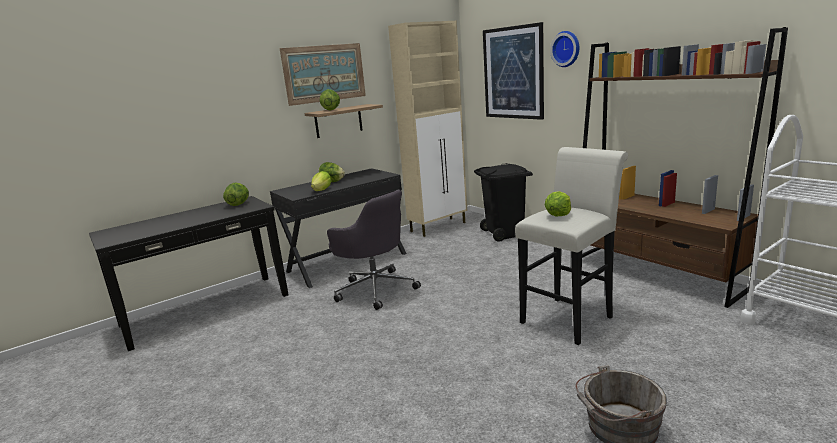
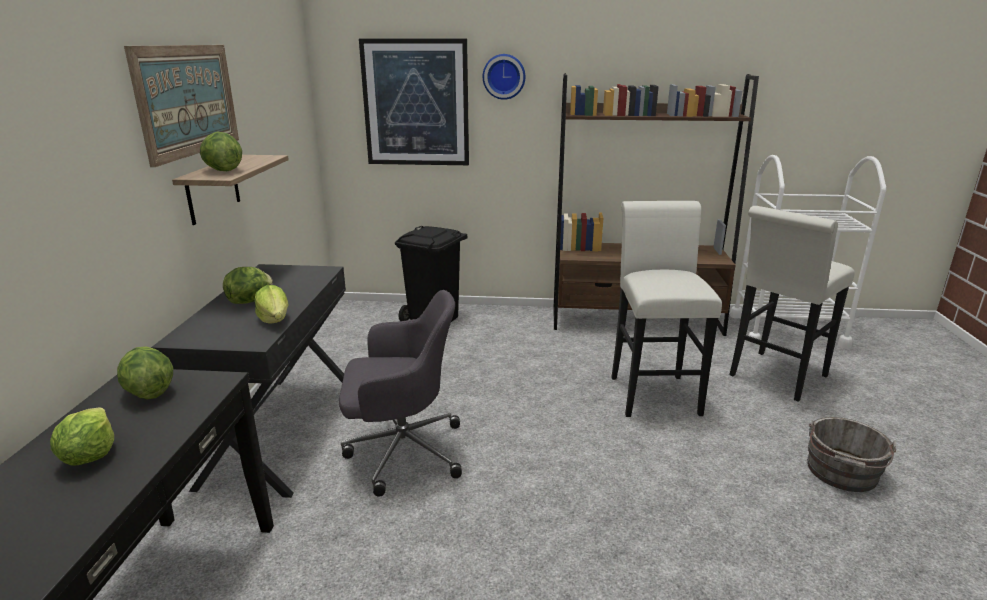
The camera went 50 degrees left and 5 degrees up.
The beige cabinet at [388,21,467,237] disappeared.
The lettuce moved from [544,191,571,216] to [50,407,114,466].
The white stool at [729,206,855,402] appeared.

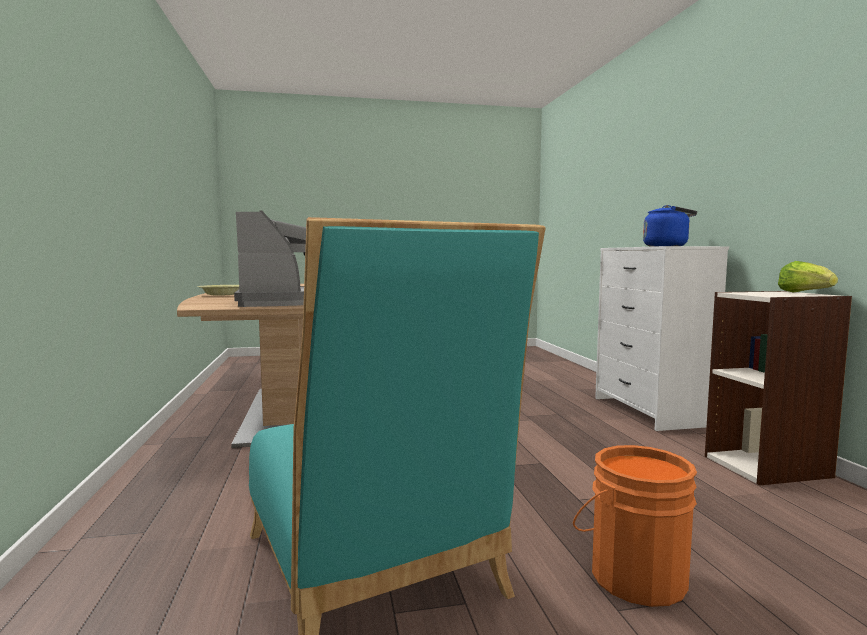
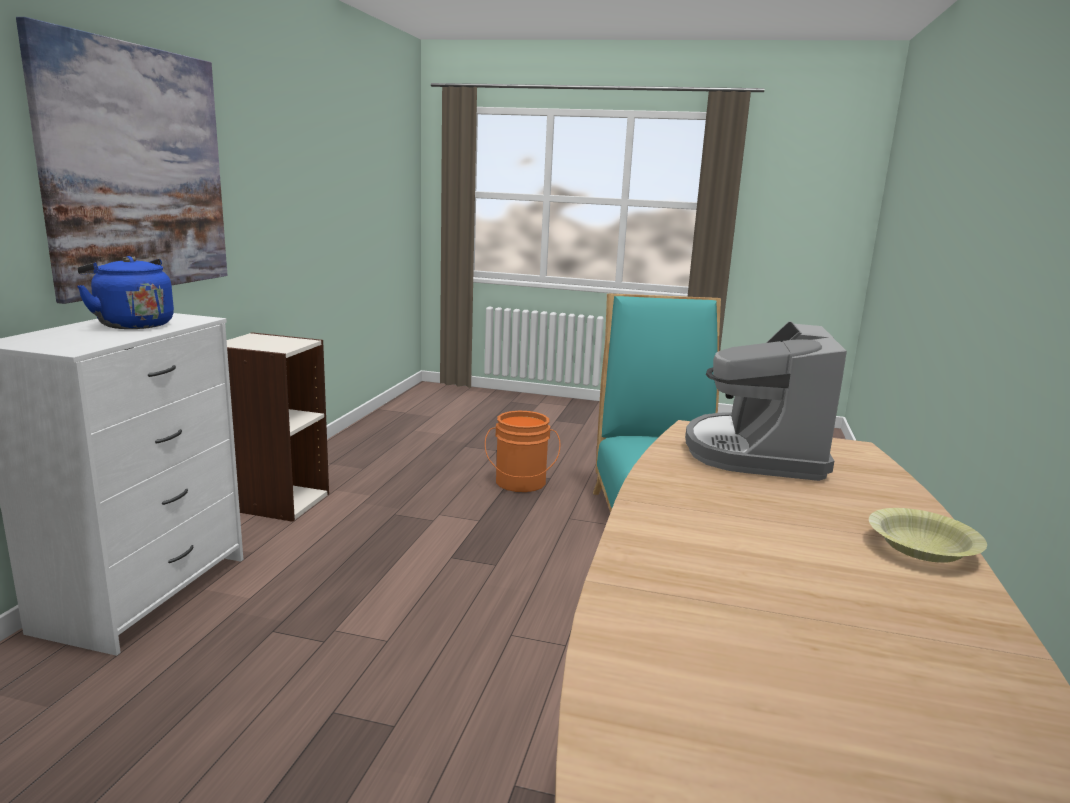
The camera went 155 degrees left and 10 degrees up.
The lettuce at [778,261,838,293] disappeared.
The picture at [16,17,227,304] appeared.

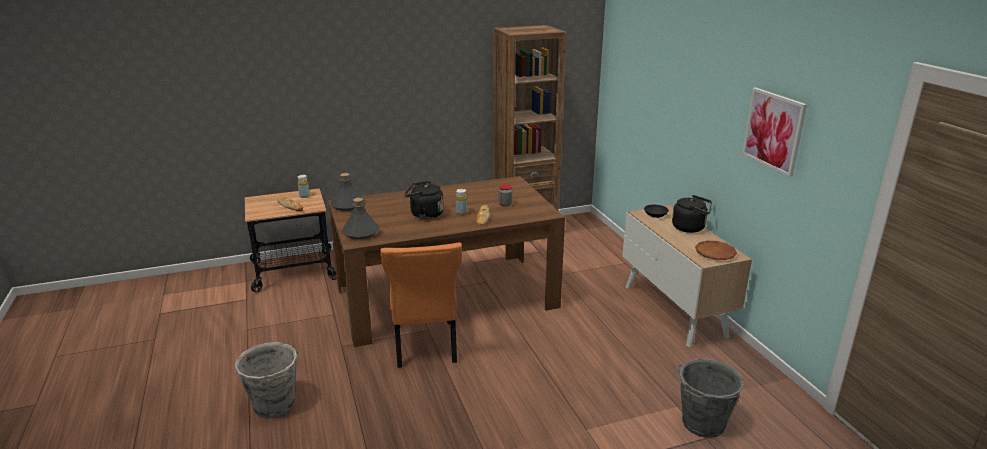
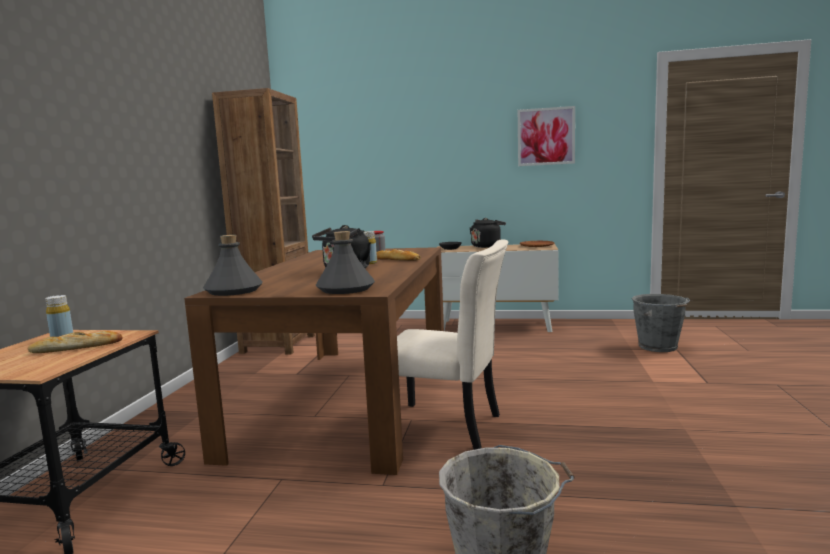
The camera went 60 degrees left and 15 degrees down.
The orange chair at [380,243,462,368] became the beige chair at [397,239,508,450].

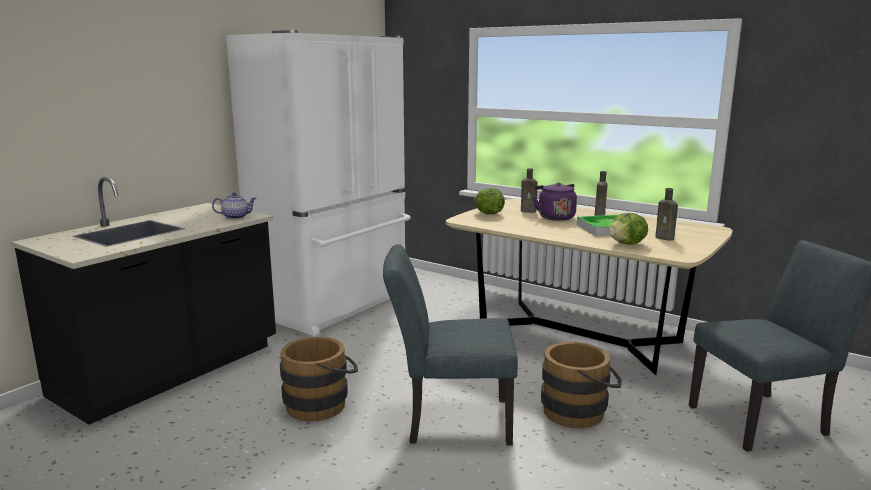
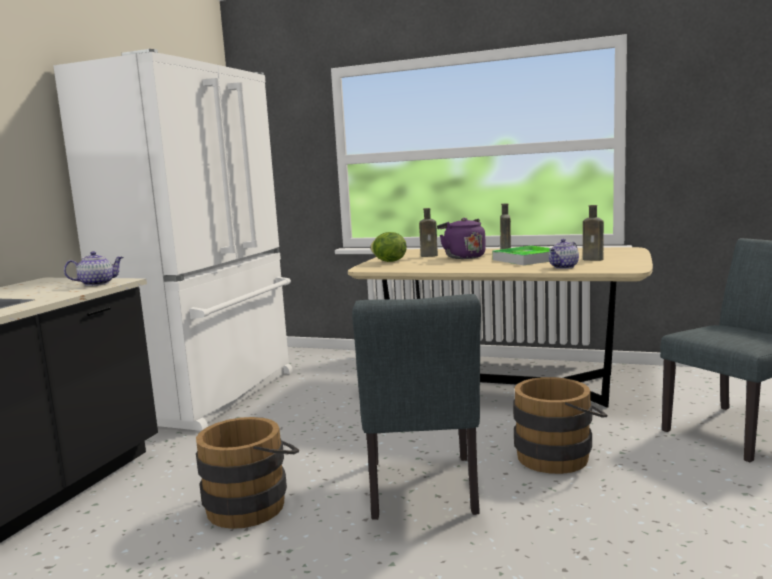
The camera went 15 degrees left and 5 degrees down.
The lettuce at [608,213,648,245] was replaced by the teapot at [549,239,579,269].
The grey chair at [383,244,518,446] turned 75 degrees counterclockwise.

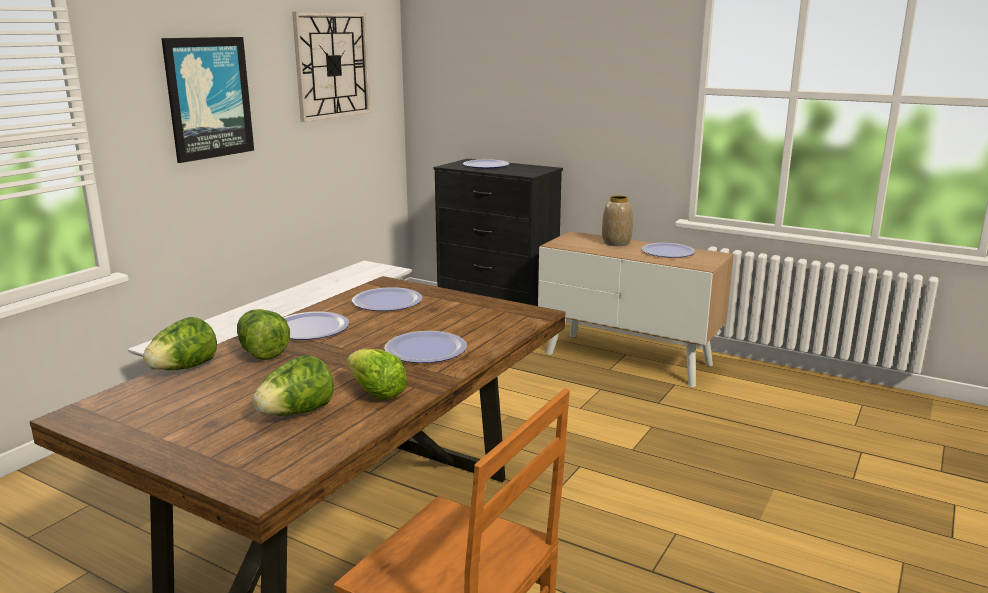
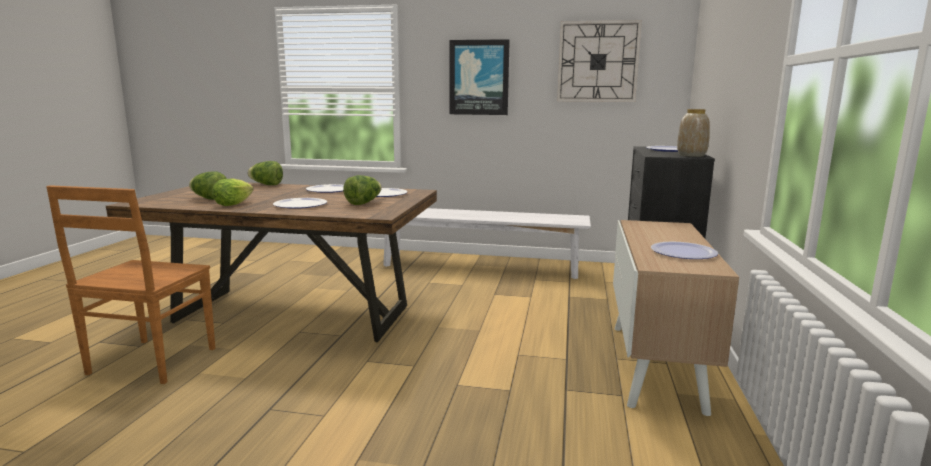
The camera went 70 degrees right and 5 degrees down.
The vase moved from [602,195,633,246] to [677,109,710,157].
The lettuce moved from [237,309,290,360] to [343,175,382,205].

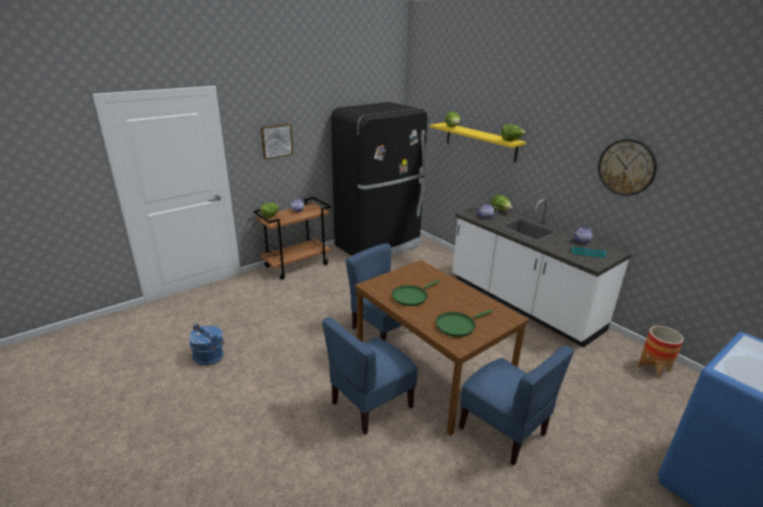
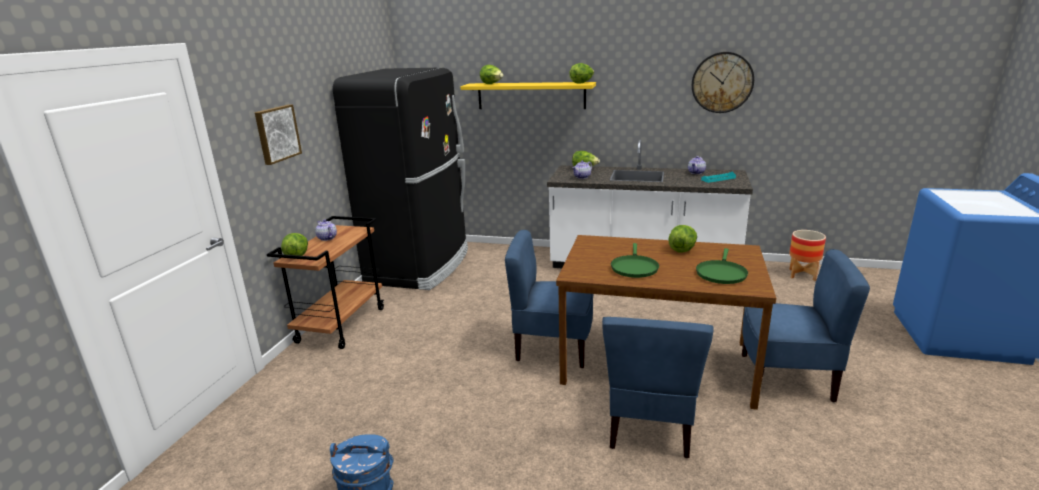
The camera went 35 degrees left and 5 degrees down.
The lettuce at [668,225,697,252] appeared.

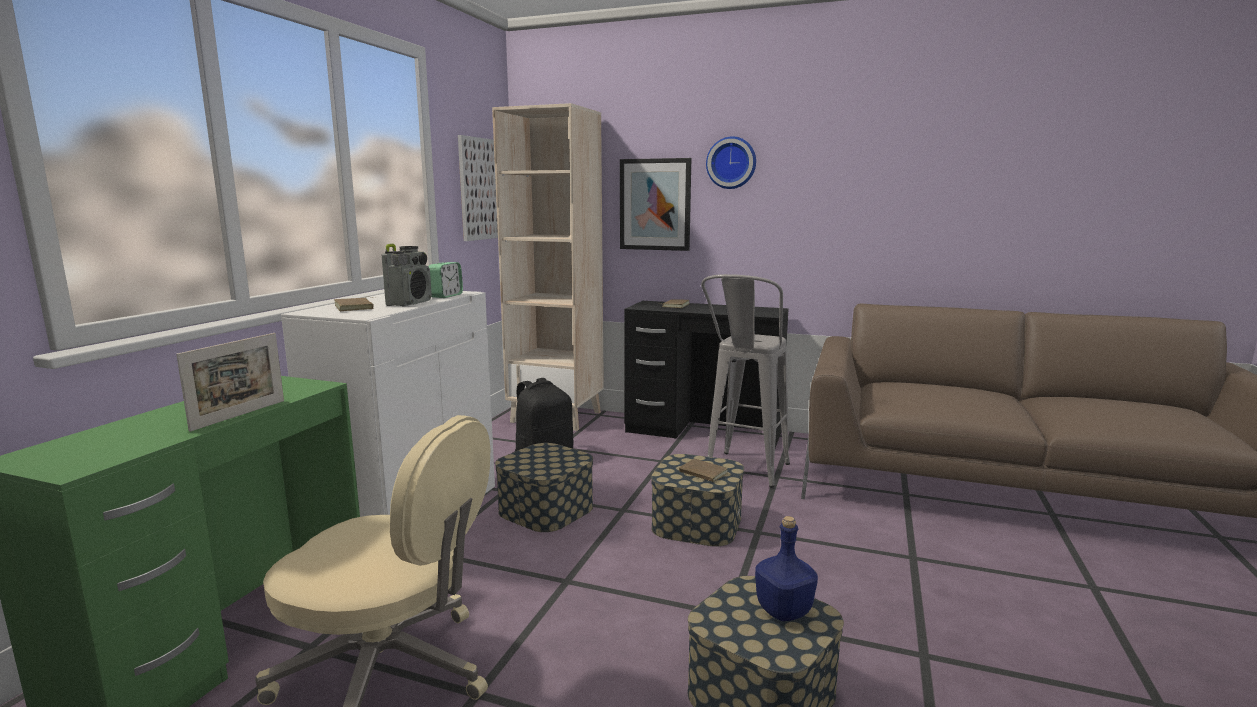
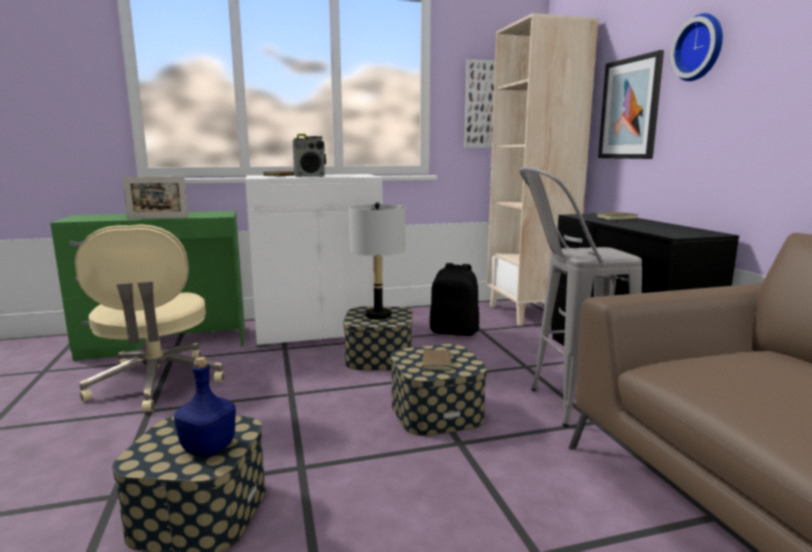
The camera went 55 degrees right and 0 degrees up.
The alarm clock at [428,262,463,298] disappeared.
The grey table lamp at [349,202,405,320] appeared.

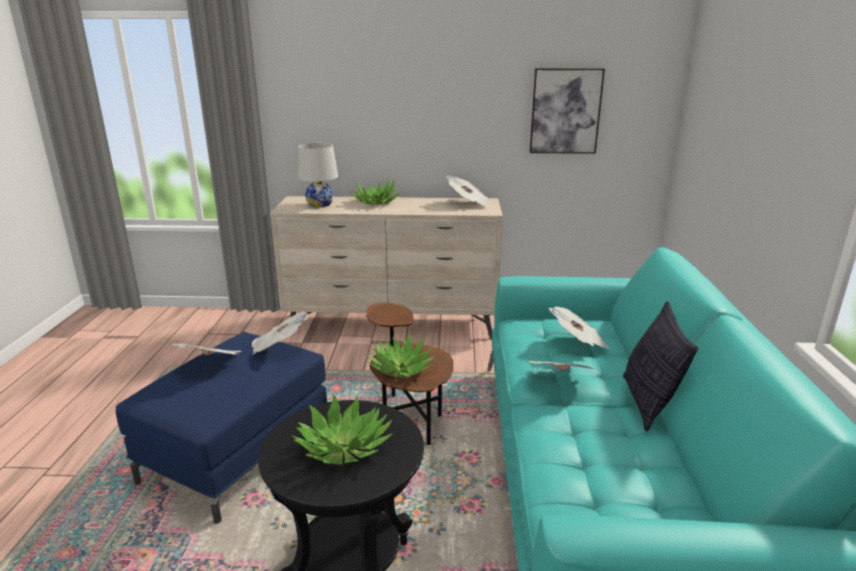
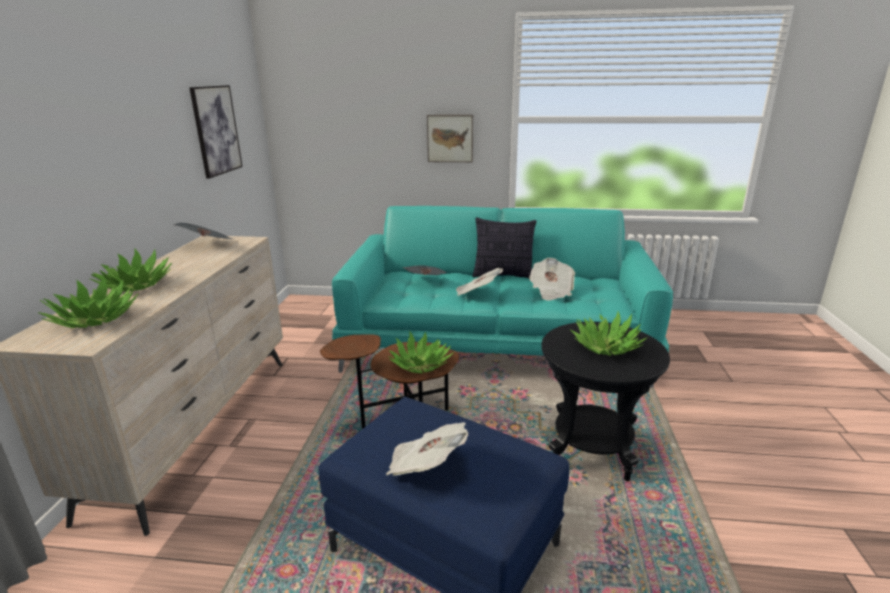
The camera went 85 degrees left and 0 degrees up.
The white table lamp at [298,143,338,207] was replaced by the potted plant at [38,275,138,328].
The newspaper moved from [252,311,308,354] to [529,258,575,300].
The picture at [427,115,473,162] appeared.

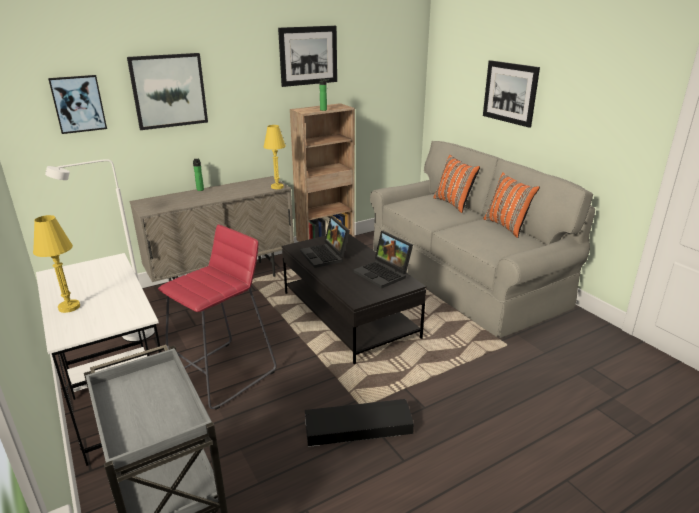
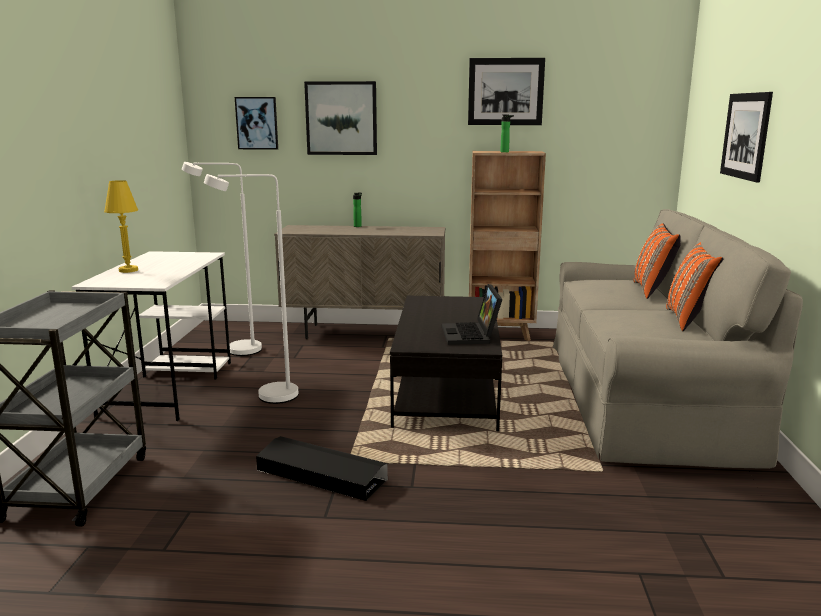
The camera went 35 degrees right and 10 degrees down.
The yellow table lamp at [263,125,286,189] disappeared.
The laptop at [300,216,350,268] disappeared.
The red stool at [158,224,277,410] was replaced by the white floor lamp at [204,174,298,404].

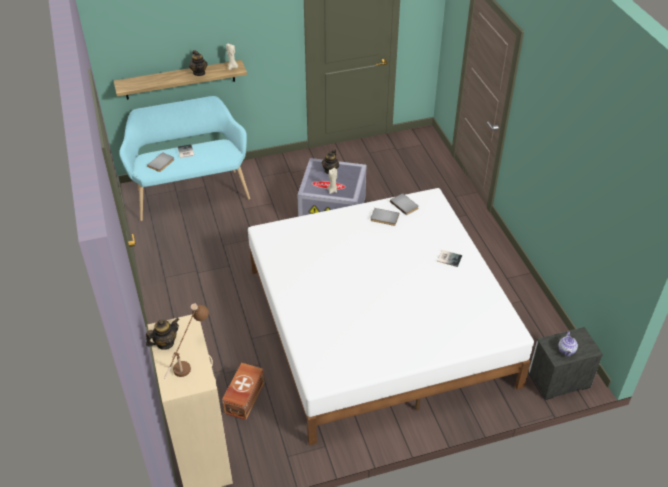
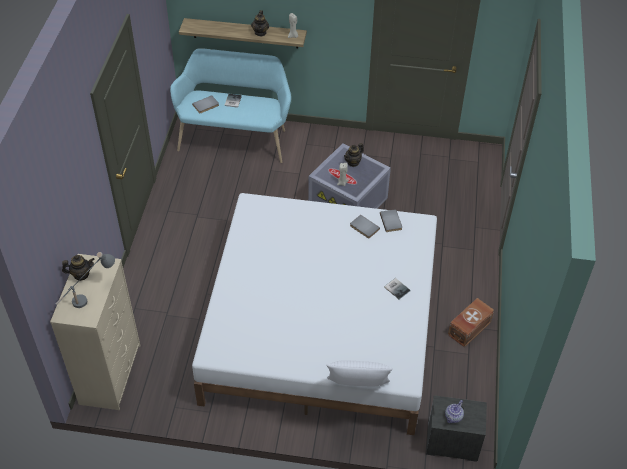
The camera went 25 degrees right and 5 degrees up.
The brown table lamp at [164,303,209,379] became the grey table lamp at [56,252,115,308].
The brown storage box moved from [222,363,265,420] to [448,298,494,347].
The white pillow at [326,360,393,386] appeared.

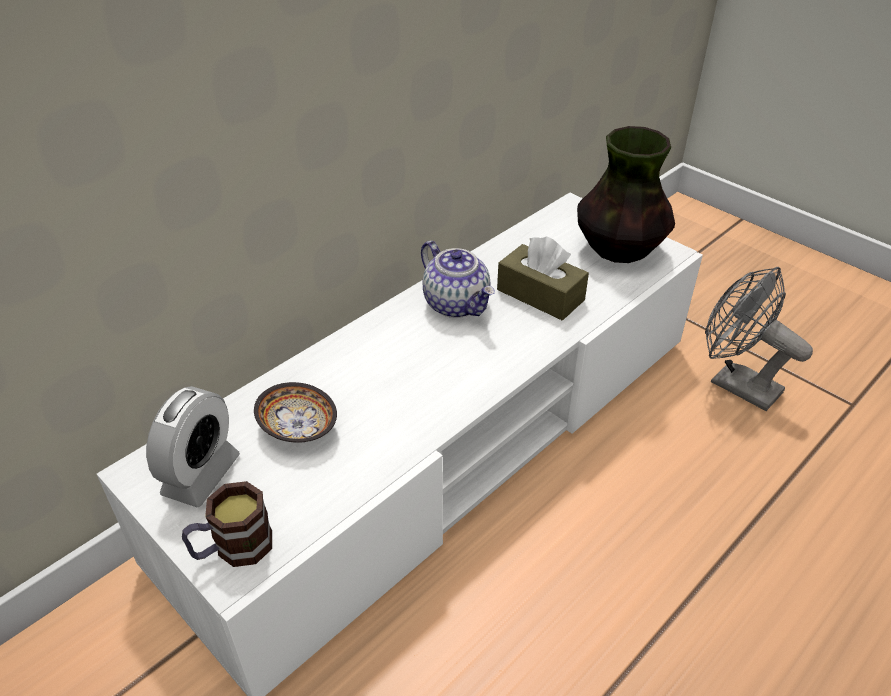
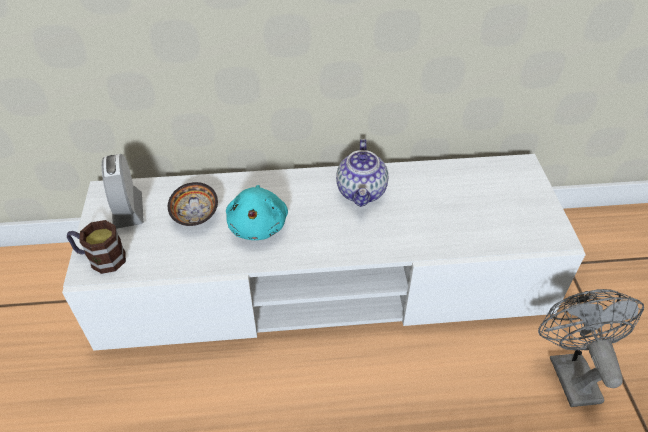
The camera went 40 degrees right and 5 degrees up.
The vase at [577,126,675,263] disappeared.
The brown tissue box at [497,237,589,320] disappeared.
The alarm clock at [146,386,240,507] turned 105 degrees clockwise.
The turquoise plush toy at [226,185,288,240] appeared.

